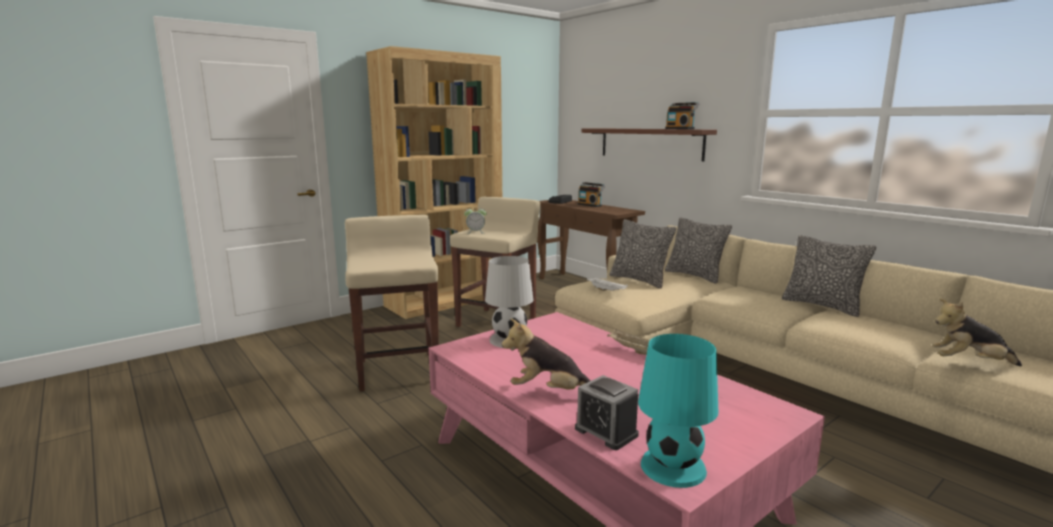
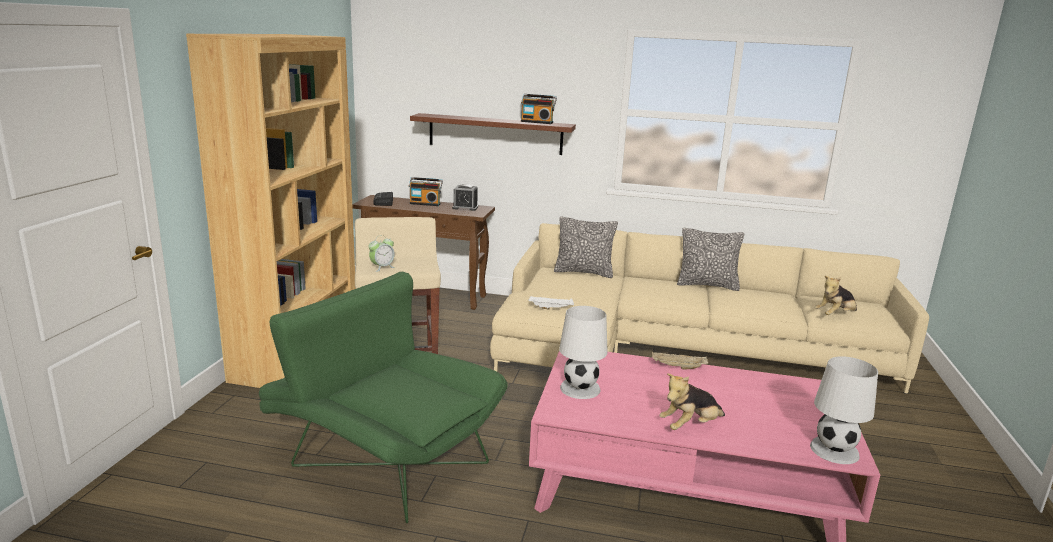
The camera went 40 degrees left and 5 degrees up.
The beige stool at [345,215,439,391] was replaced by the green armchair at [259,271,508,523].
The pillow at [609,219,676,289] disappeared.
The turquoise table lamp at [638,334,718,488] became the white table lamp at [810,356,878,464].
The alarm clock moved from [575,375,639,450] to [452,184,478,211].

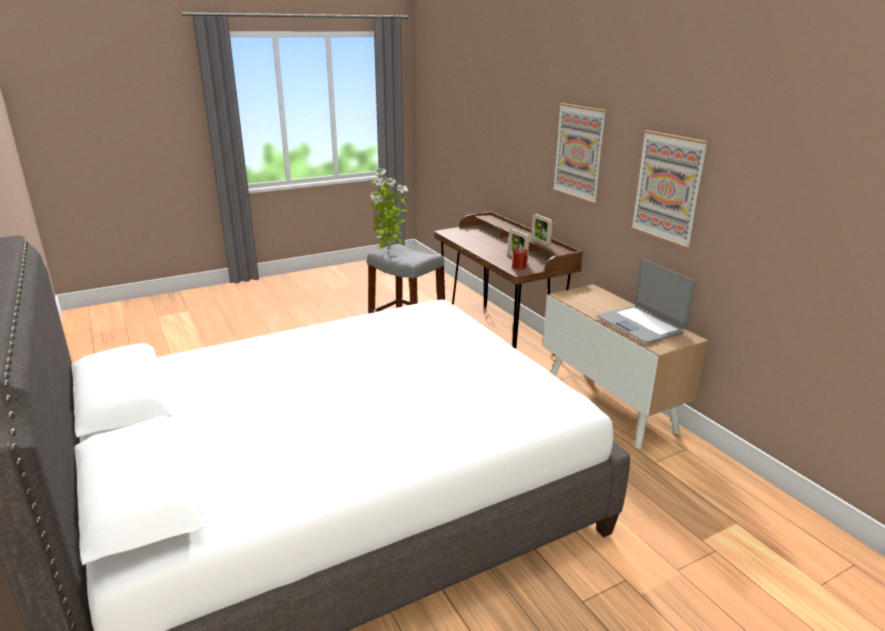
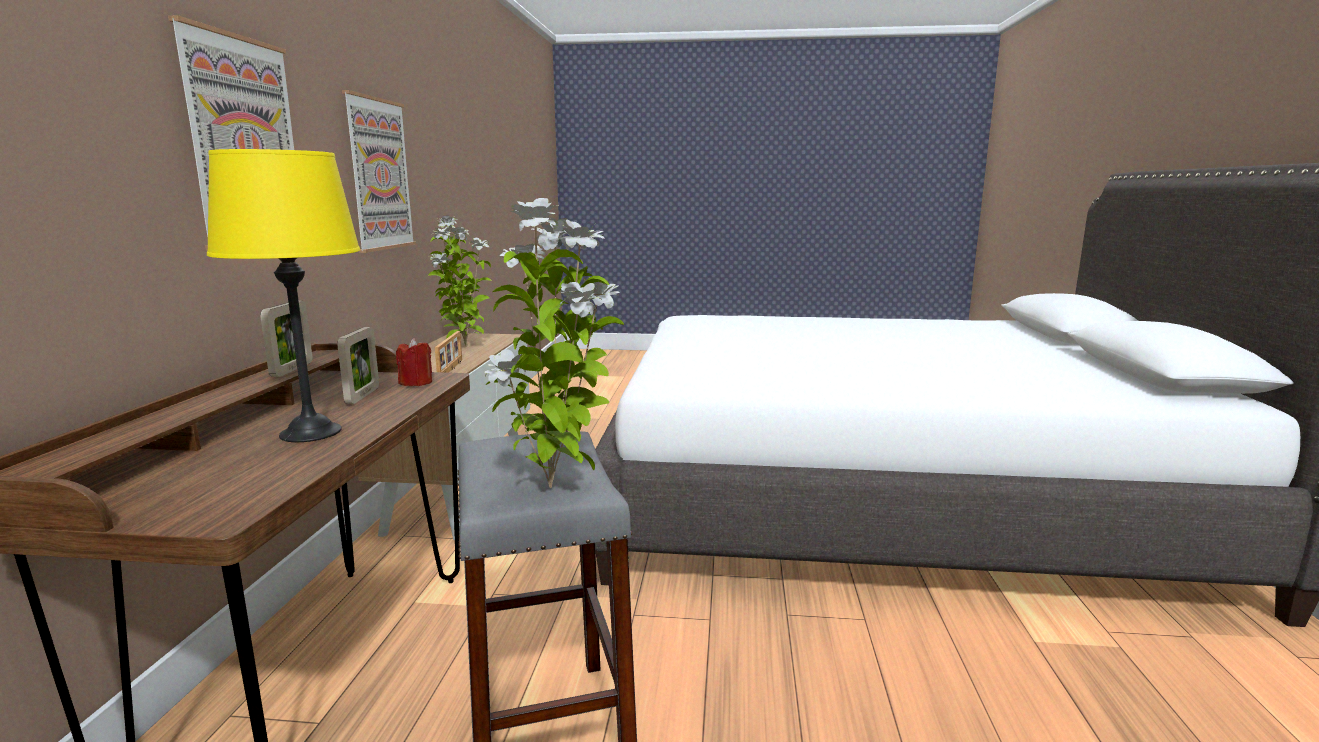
The camera went 145 degrees left and 10 degrees down.
The laptop at [597,259,695,343] was replaced by the potted plant at [428,216,492,346].
The yellow table lamp at [207,149,360,442] appeared.
The picture frame at [435,331,462,373] appeared.

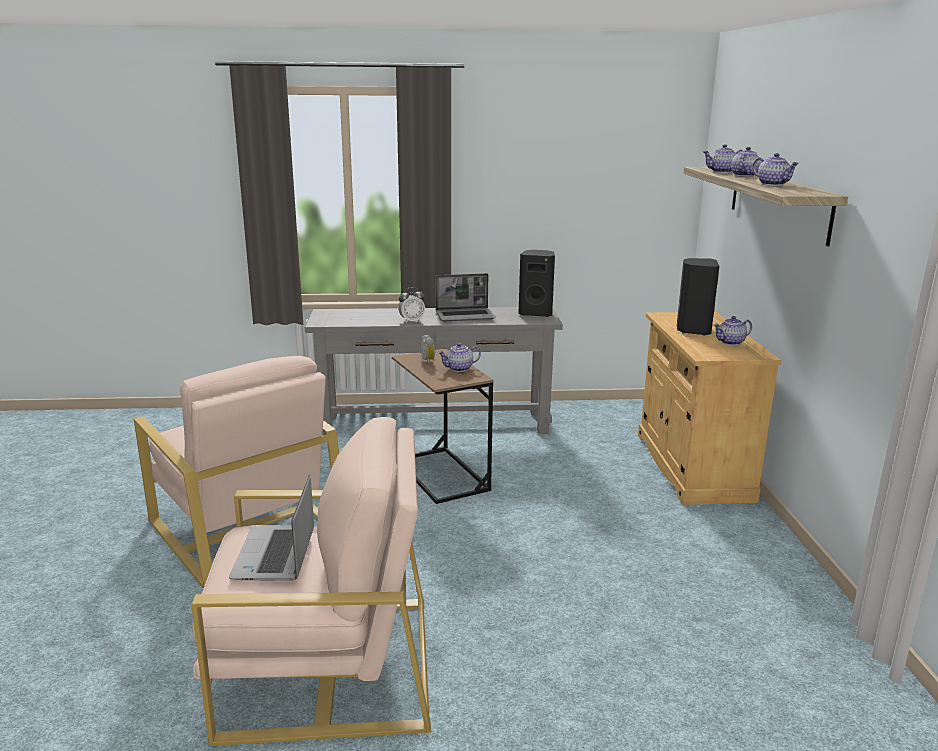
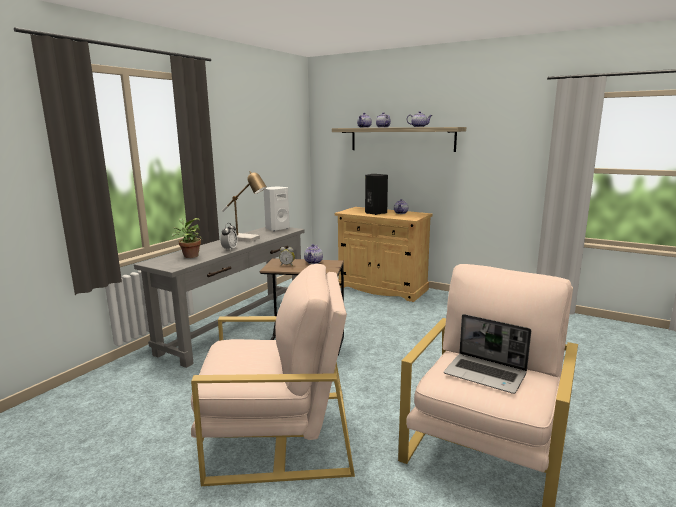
The camera went 55 degrees left and 5 degrees down.
The black speaker at [519,250,555,317] became the white speaker at [264,187,290,231].
The laptop at [435,273,496,321] was replaced by the table lamp at [222,171,267,242].
The potted plant at [171,218,202,258] appeared.

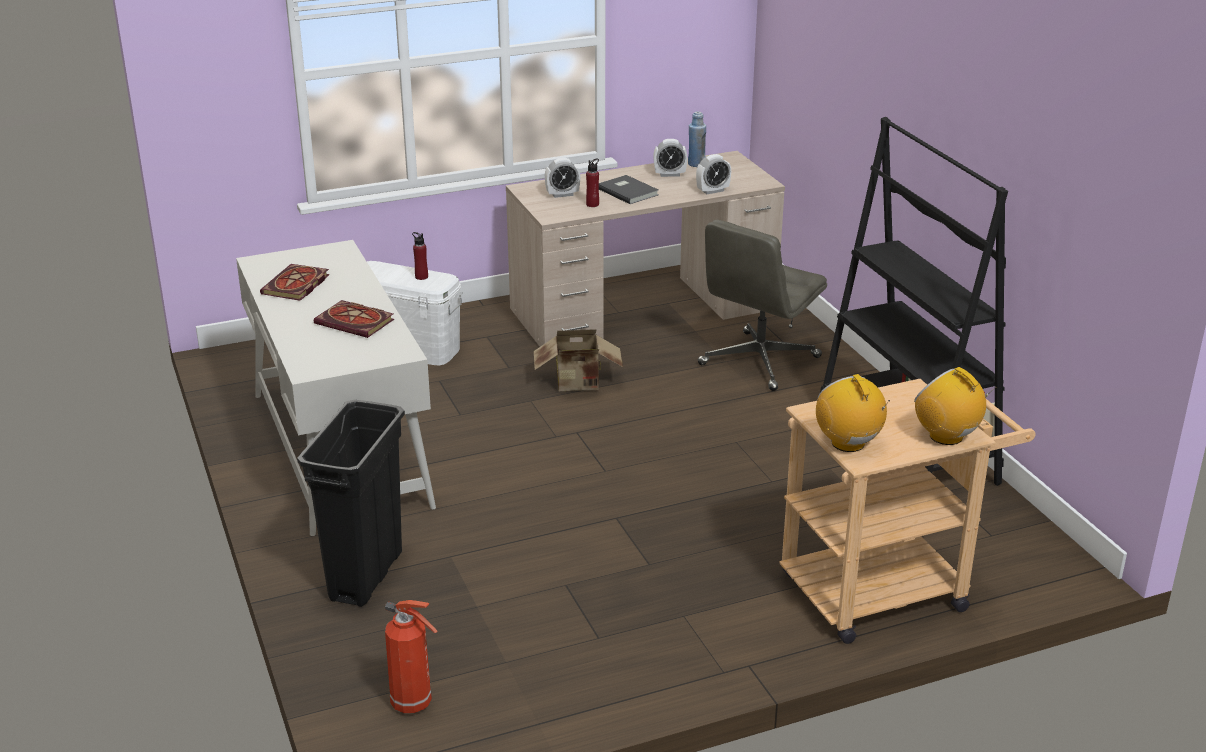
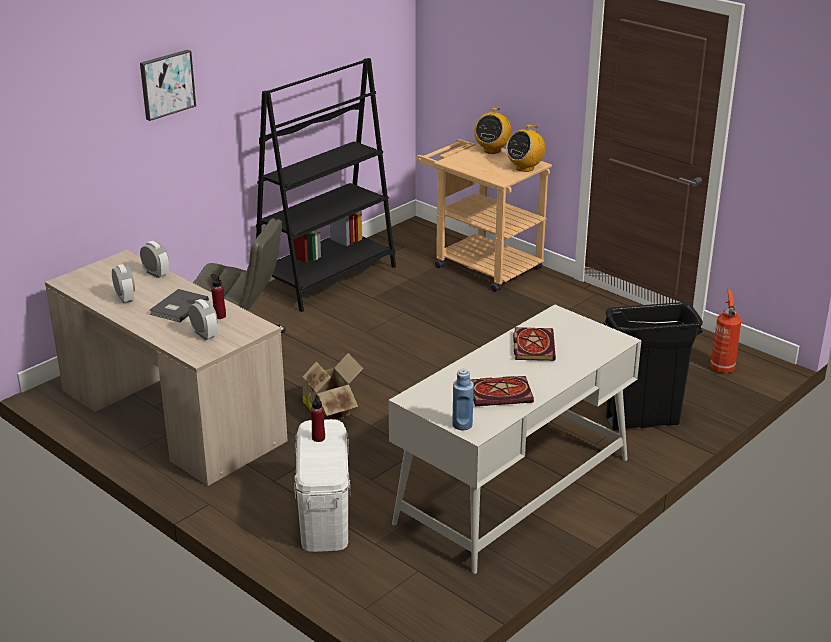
The camera went 115 degrees left and 0 degrees up.
The blue bottle moved from [688,112,706,167] to [452,369,474,430].
The picture at [140,50,196,121] appeared.

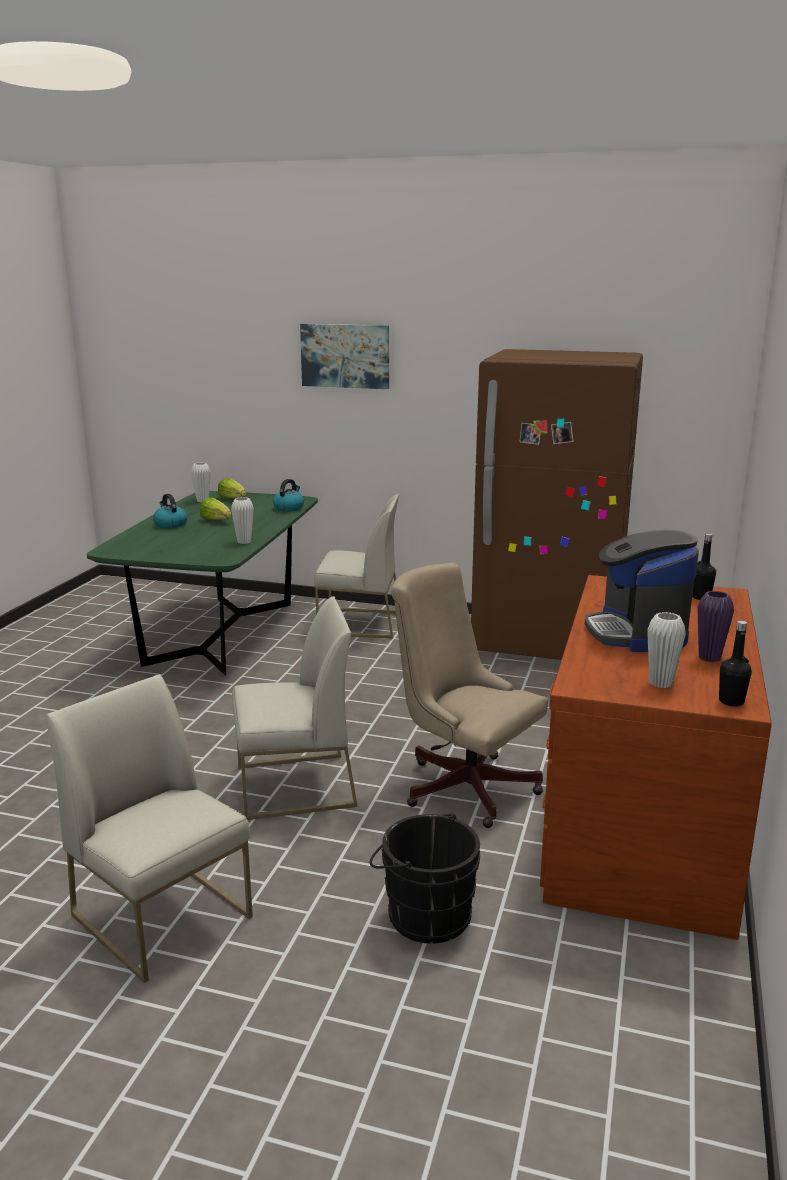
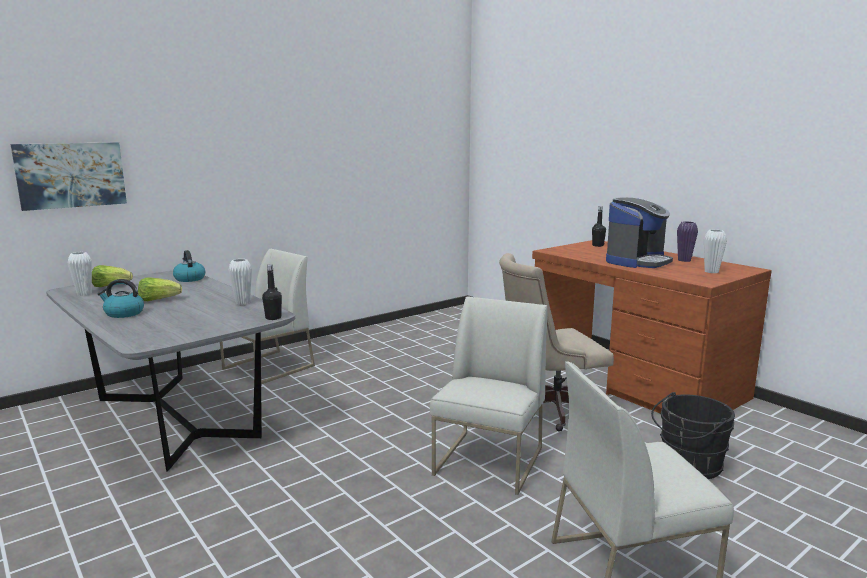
The camera went 55 degrees left and 5 degrees down.
The picture moved from [300,324,389,389] to [10,142,127,211].
The brown fridge at [471,349,643,660] disappeared.
The green dining table at [87,491,318,675] became the grey dining table at [46,271,295,472].
The coffee machine at [585,529,699,652] turned 75 degrees counterclockwise.
The black bottle moved from [719,621,752,707] to [262,264,282,320].

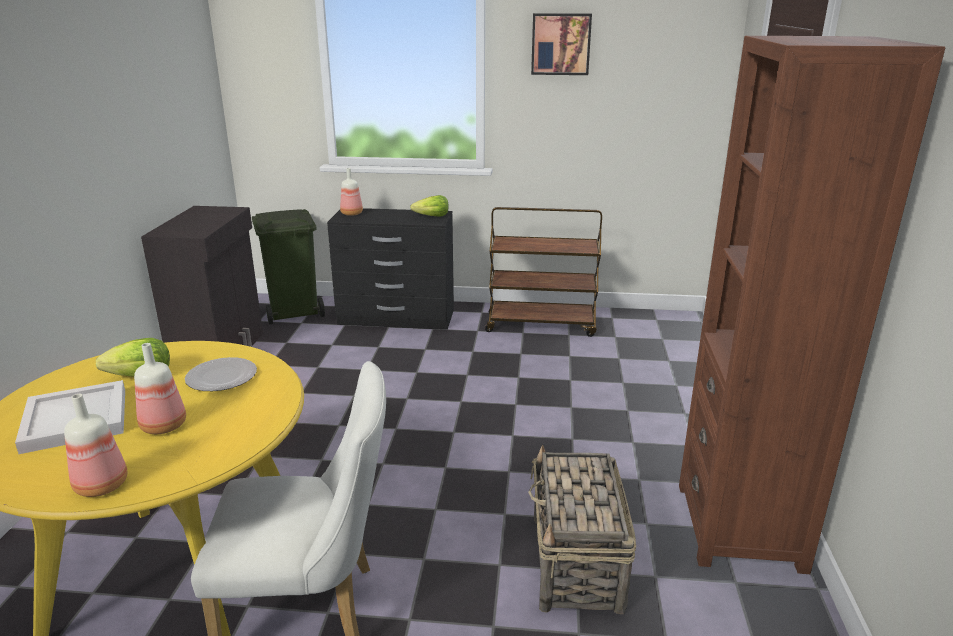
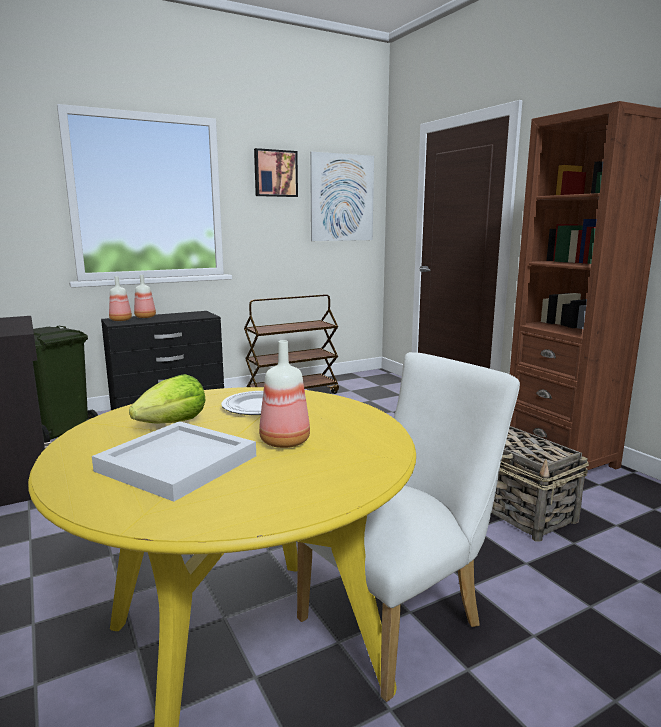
The camera went 35 degrees left and 10 degrees down.
The lettuce at [410,195,448,217] disappeared.
The bottle moved from [64,394,127,497] to [134,275,156,318].
The picture at [310,152,374,241] appeared.

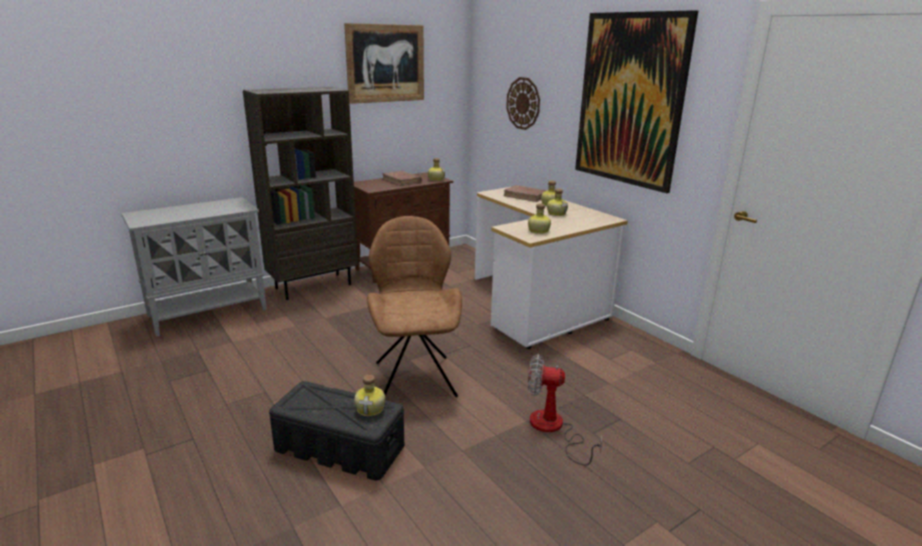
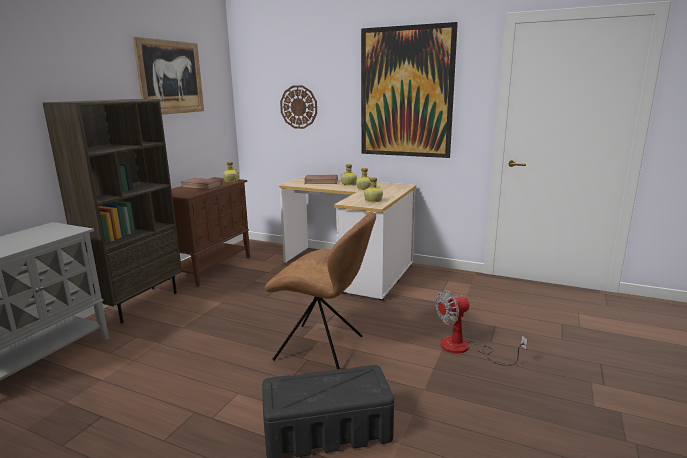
The camera went 30 degrees left and 5 degrees down.
The brown chair at [367,216,462,397] turned 150 degrees clockwise.
The bottle at [354,375,385,416] disappeared.

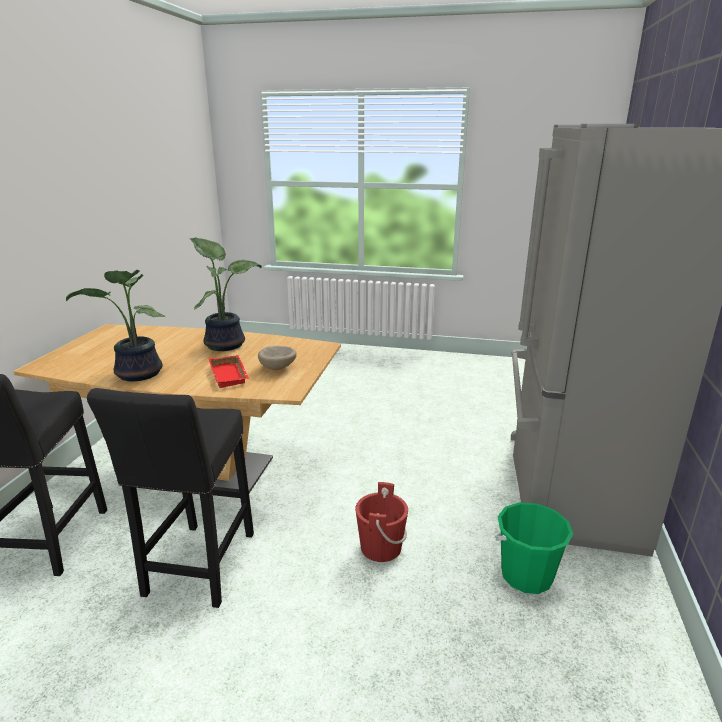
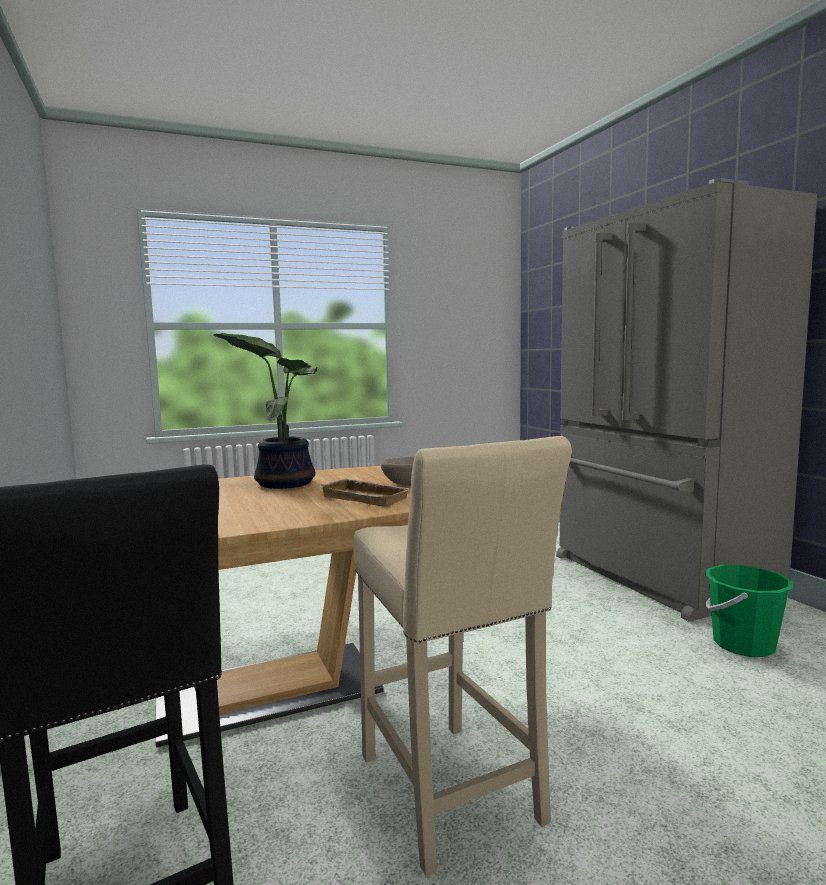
The camera went 35 degrees left and 15 degrees down.
The potted plant at [66,270,165,381] disappeared.
The red tray at [209,355,249,388] became the beige tray at [318,478,411,507].
The black stool at [87,388,254,608] became the beige stool at [354,436,572,876].
The red bucket at [355,482,408,562] disappeared.

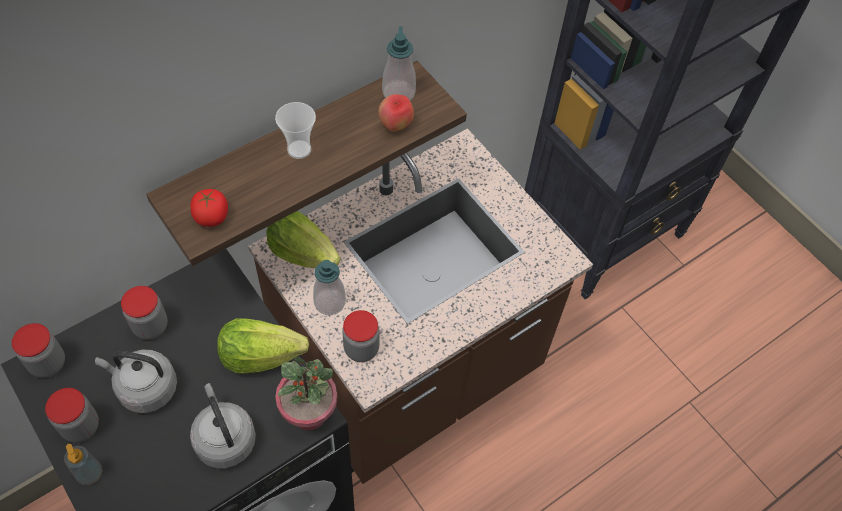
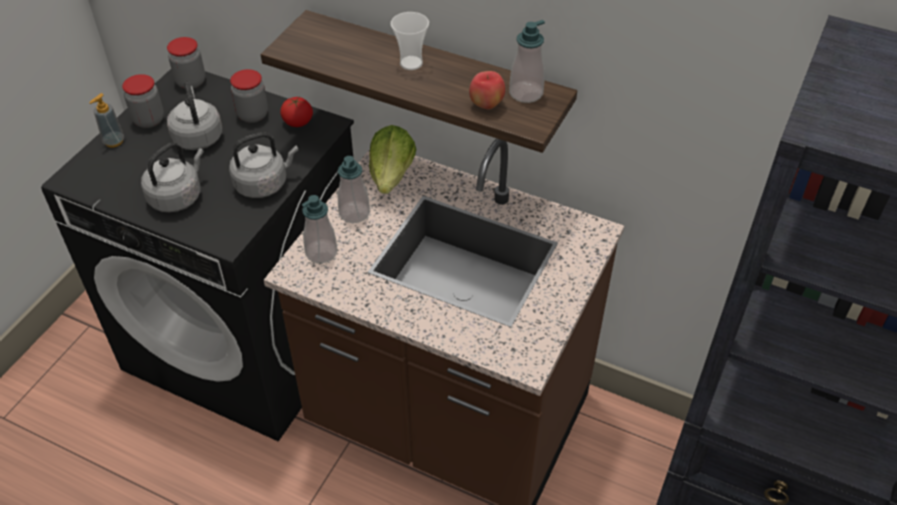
The camera went 65 degrees right and 10 degrees down.
The tomato moved from [190,189,228,227] to [280,97,313,127].
The jar at [342,310,380,362] was replaced by the soap dispenser at [302,195,338,263].
The lettuce at [217,318,309,373] was replaced by the grey kettle at [229,132,298,198].
The potted plant at [275,356,337,430] disappeared.

